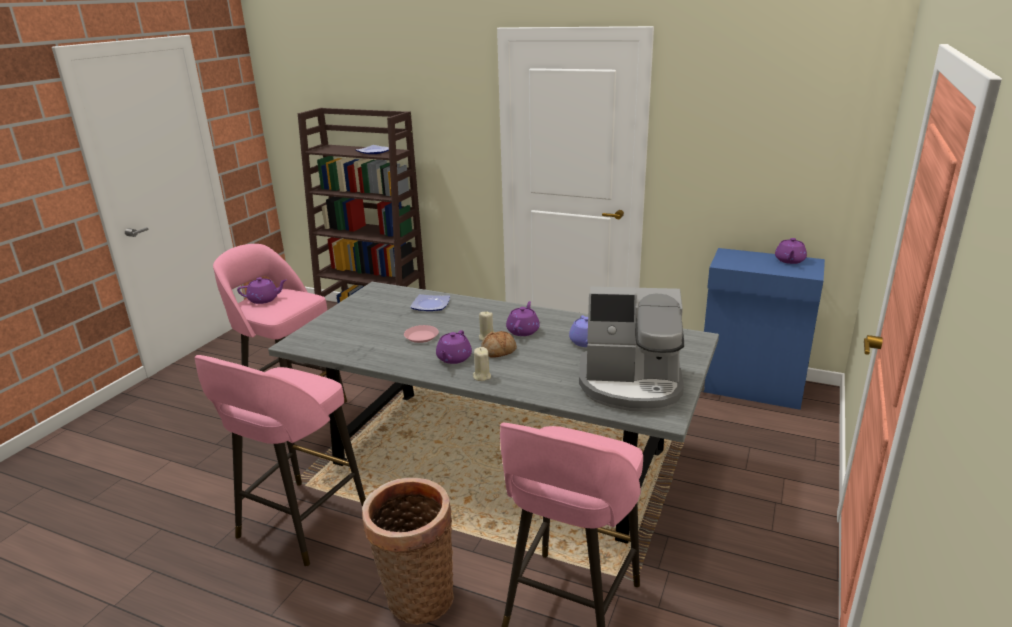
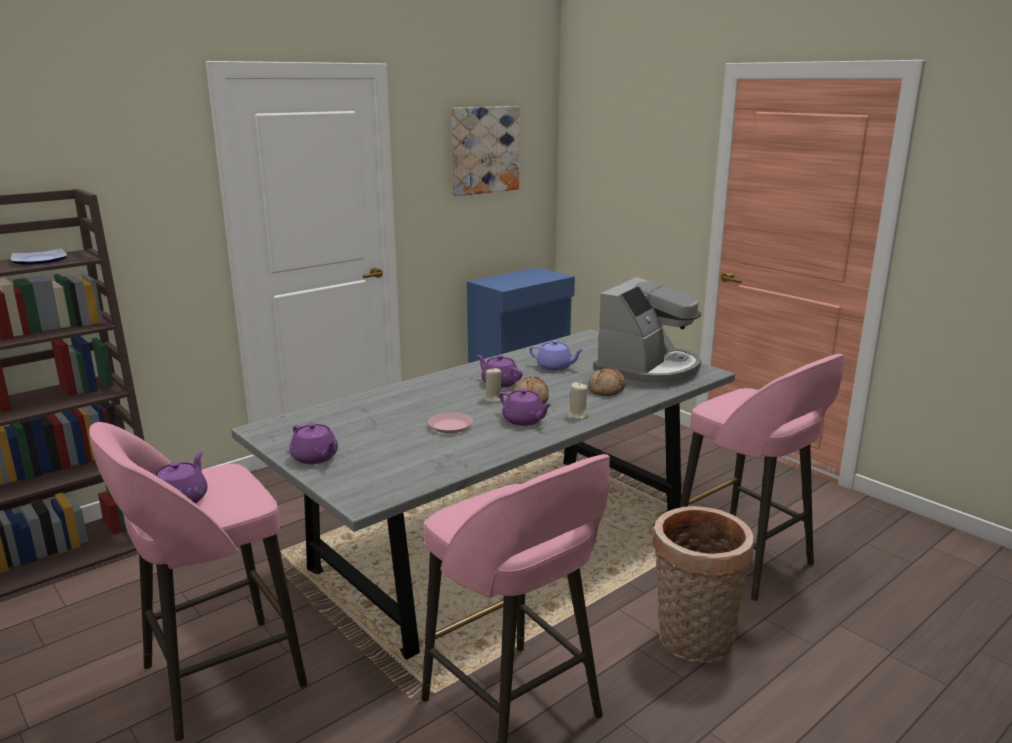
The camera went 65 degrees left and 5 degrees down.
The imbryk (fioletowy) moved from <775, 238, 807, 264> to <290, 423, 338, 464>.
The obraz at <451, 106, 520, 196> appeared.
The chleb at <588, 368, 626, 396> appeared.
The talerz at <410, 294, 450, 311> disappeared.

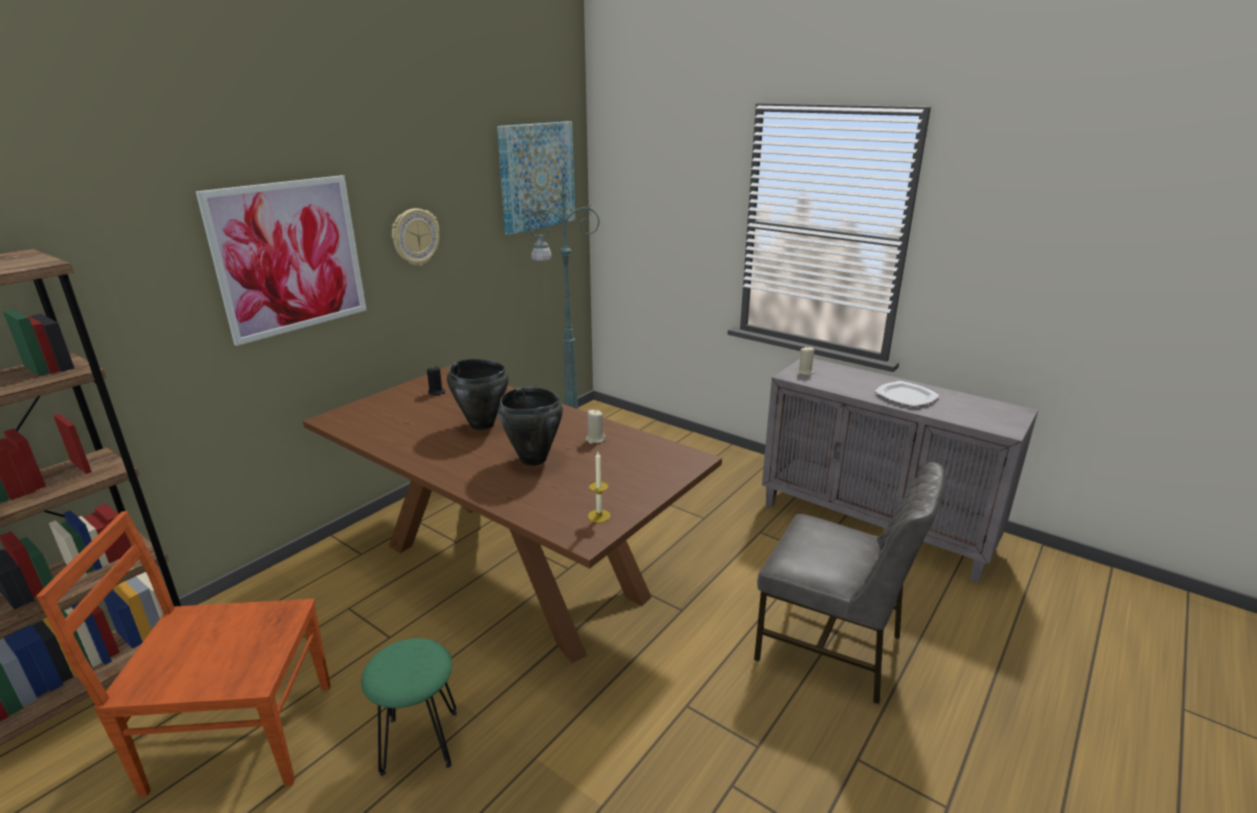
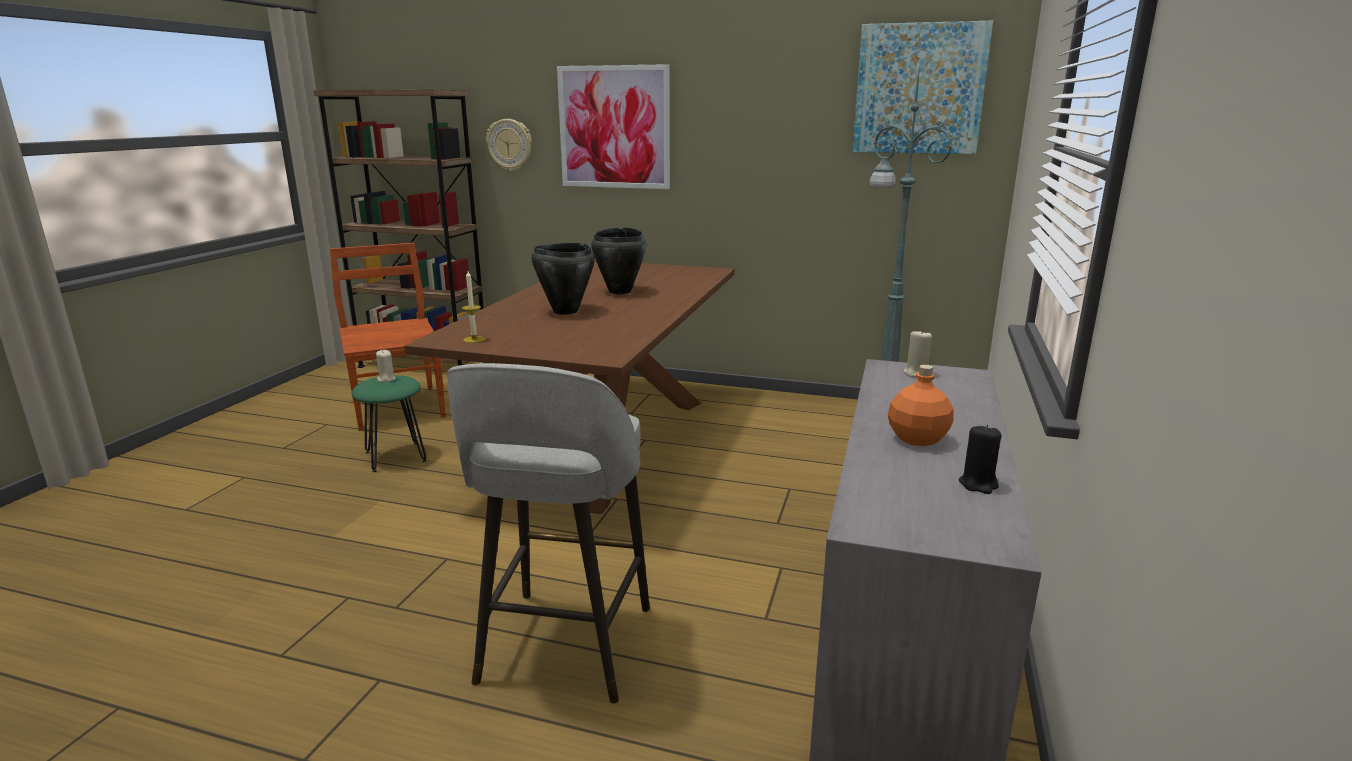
The camera went 70 degrees right and 5 degrees down.
The świeca (beżowy) moved from <585, 410, 606, 444> to <376, 350, 396, 382>.
The krzesło (szary) at <754, 462, 946, 704> was replaced by the stołek (szary) at <447, 363, 650, 704>.
The zegar ścienny moved from <392, 208, 439, 266> to <486, 119, 532, 171>.
The talerz at <875, 381, 939, 406> was replaced by the butelka (pomarańczowy) at <888, 365, 954, 446>.
The świeca (czarny) moved from <427, 366, 445, 396> to <959, 424, 1002, 494>.

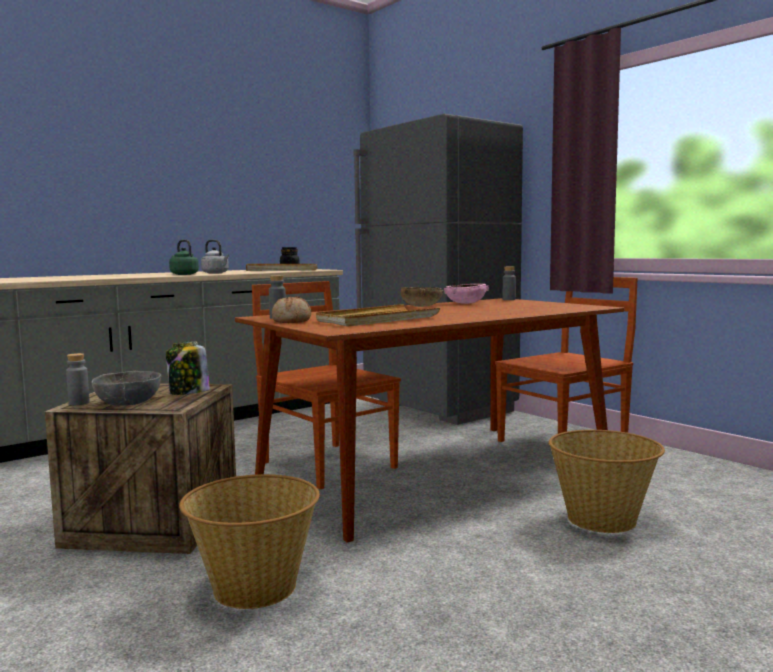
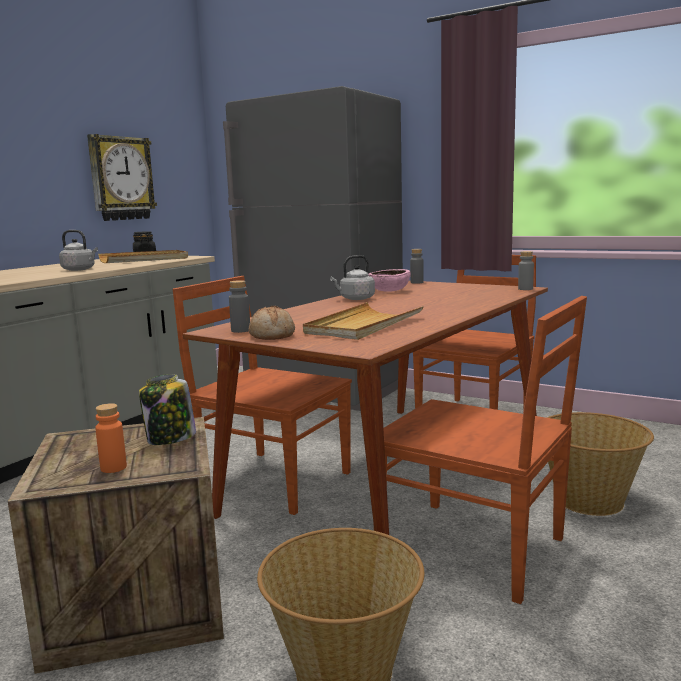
The camera went 20 degrees left and 5 degrees up.
The zegar ścienny at <87, 134, 157, 221> appeared.
The miska (szary) at <92, 371, 161, 406> was replaced by the butelka (pomarańczowy) at <95, 403, 127, 473>.
The miska (brązowy) at <401, 287, 444, 307> was replaced by the czajnik (szary) at <330, 255, 375, 300>.
The krzesło (brązowy) at <383, 296, 587, 604> appeared.
The butelka (szary) moved from <66, 353, 89, 405> to <518, 251, 534, 290>.
The czajnik (zielony) at <169, 240, 199, 275> disappeared.

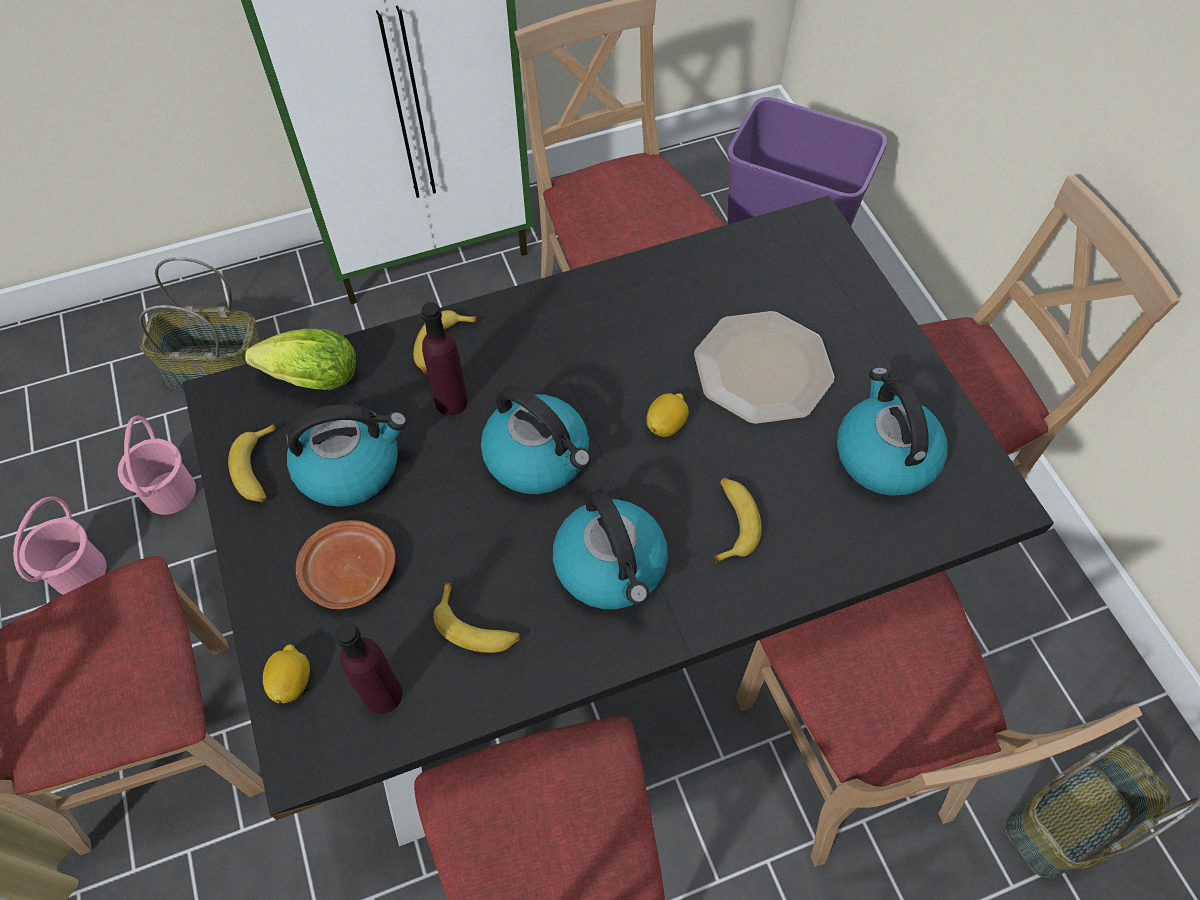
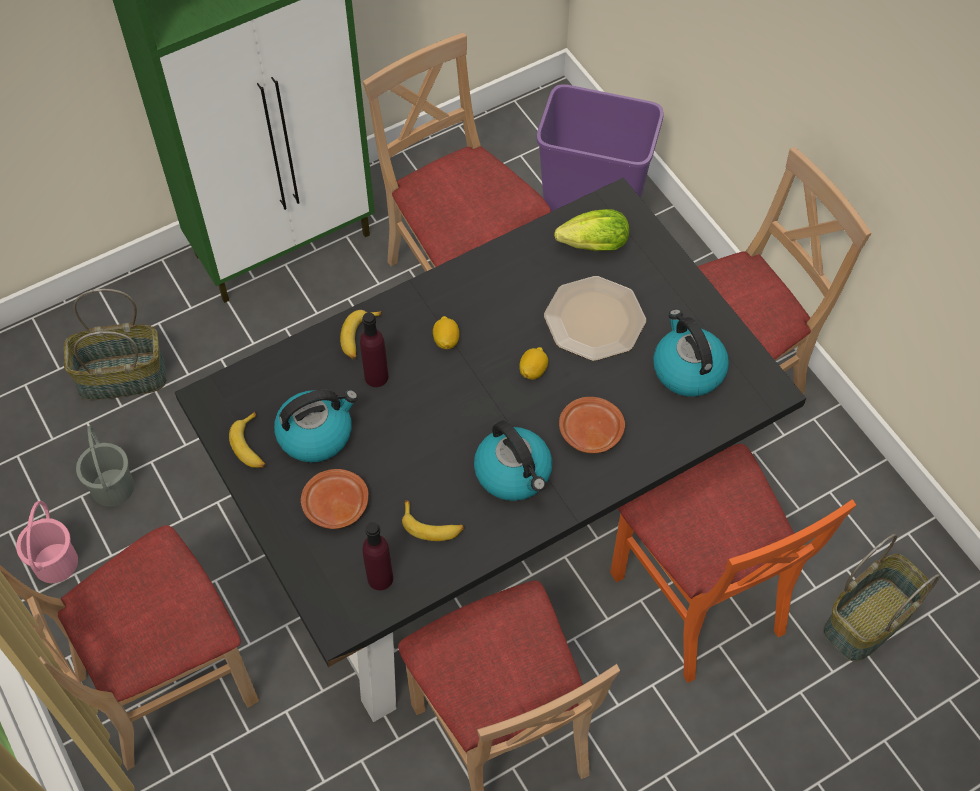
The camera went 10 degrees left and 0 degrees up.
The wiadro (różowy) at <118, 415, 196, 515> became the wiadro (szary) at <76, 426, 134, 507>.
The cytryna moved from <263, 644, 310, 703> to <433, 316, 459, 349>.
The sałata moved from <245, 329, 356, 390> to <554, 209, 629, 251>.
The banan at <715, 478, 762, 564> was replaced by the talerz (brązowy) at <559, 397, 625, 453>.
The krzesło (beżowy) at <736, 571, 1143, 867> became the krzesło (pomarańczowy) at <610, 444, 856, 683>.
The czajnik at <481, 385, 591, 494> disappeared.

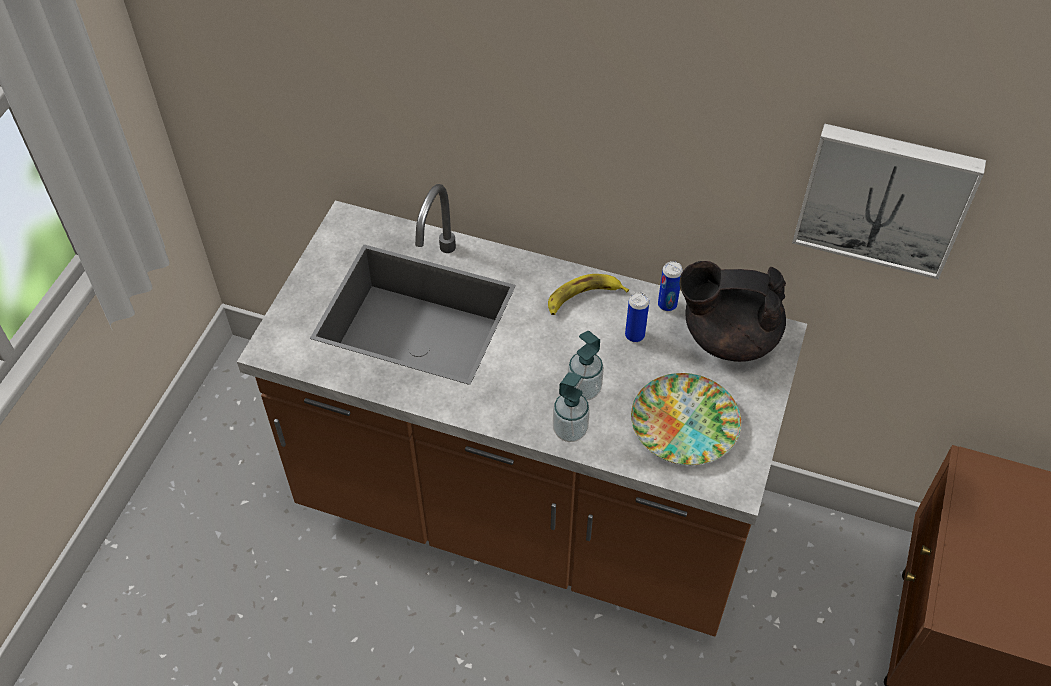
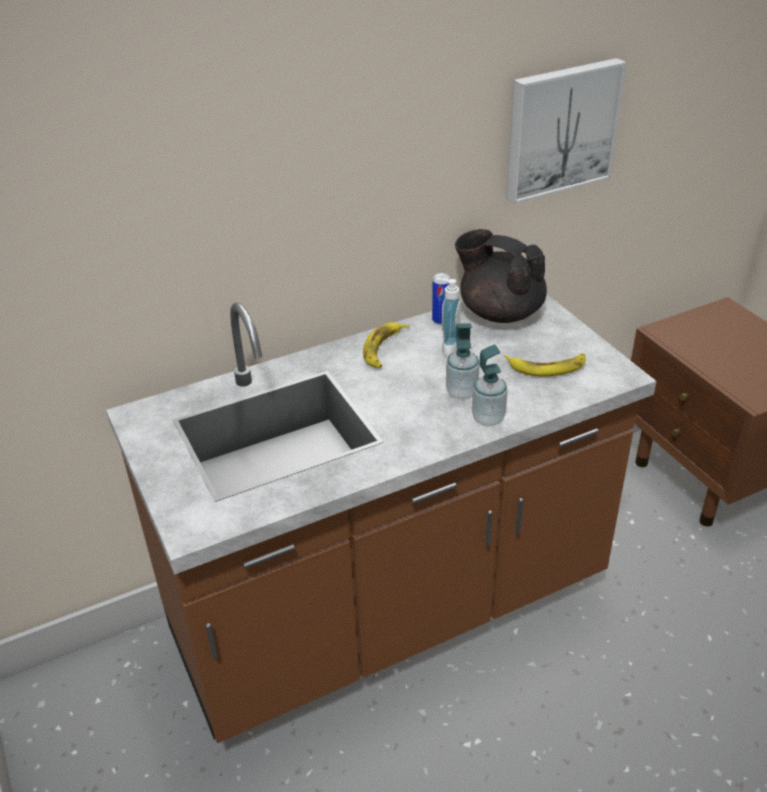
The camera went 45 degrees left and 15 degrees down.
The puszka at <625, 292, 649, 342> was replaced by the dozownik mydła at <436, 279, 461, 356>.
The imbryk (czarny) at <679, 261, 786, 362> turned 75 degrees clockwise.
The talerz at <631, 373, 741, 465> was replaced by the banan at <504, 353, 586, 376>.

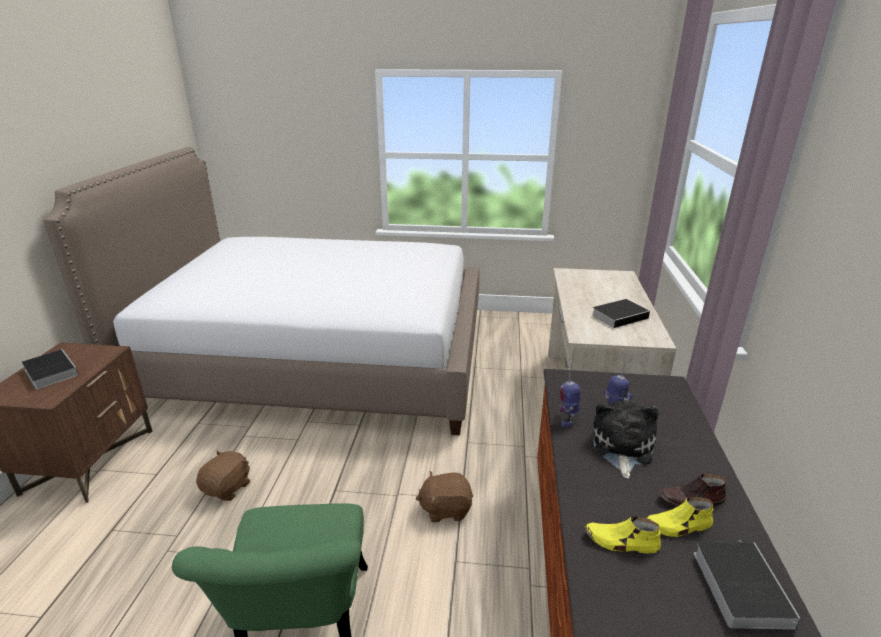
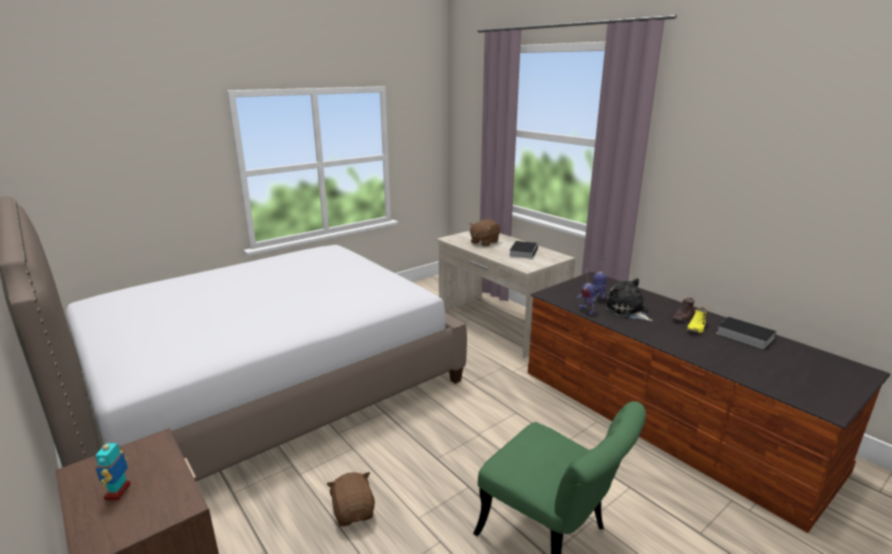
The camera went 45 degrees left and 5 degrees down.
The książka at <21, 349, 79, 389> was replaced by the robot zabawkowy at <95, 439, 131, 500>.
The pluszak (brązowy) moved from <415, 471, 473, 522> to <469, 219, 500, 246>.
The but (żółty) at <585, 516, 661, 554> disappeared.

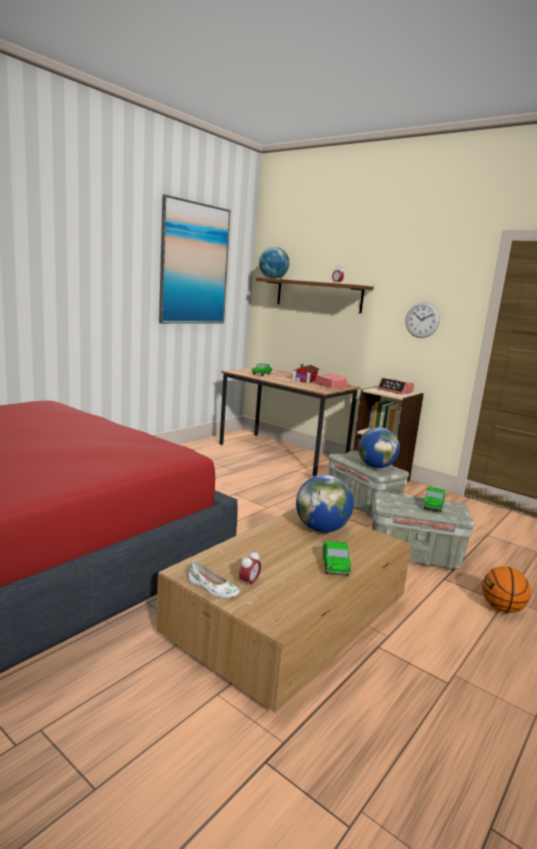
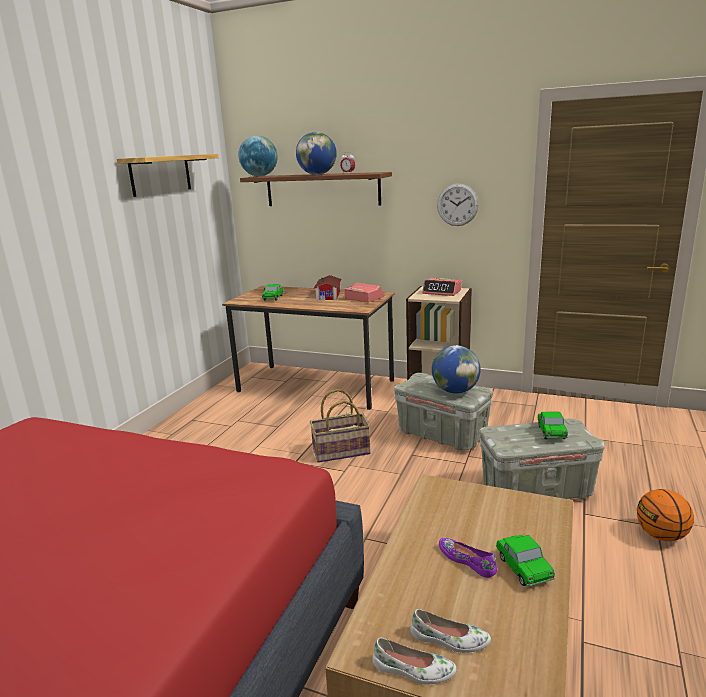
The camera went 15 degrees left and 5 degrees up.
The obraz at <159, 194, 231, 324> was replaced by the półka at <117, 154, 219, 197>.
The globus moved from <296, 475, 354, 533> to <296, 132, 337, 175>.
The koszyk at <310, 389, 370, 463> appeared.
The budzik at <239, 550, 261, 588> was replaced by the but (biały) at <410, 609, 491, 653>.
The but (fioletowy) at <439, 538, 497, 578> appeared.

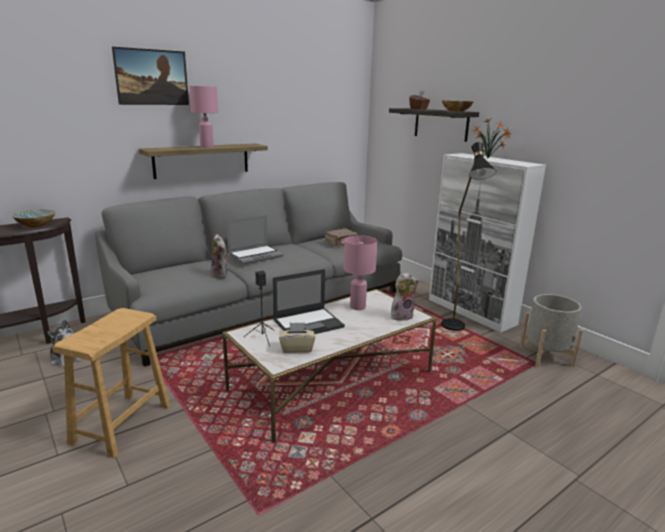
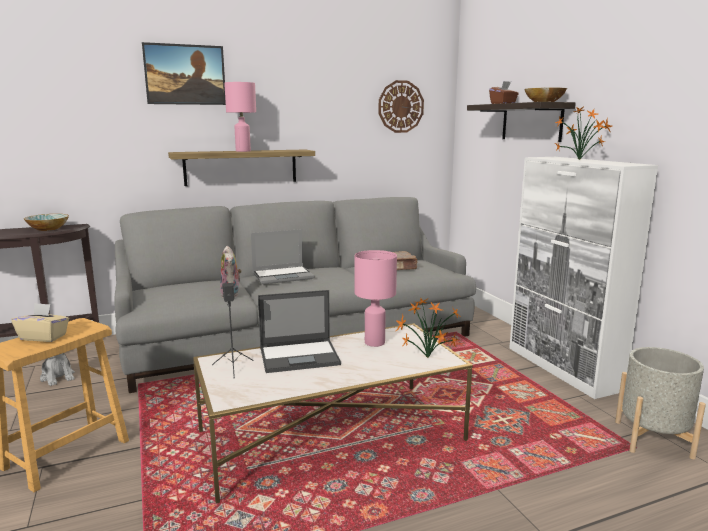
The camera went 15 degrees right and 5 degrees down.
The pudełko chusteczek (beżowy) moved from <279, 322, 315, 353> to <11, 303, 69, 342>.
The zegar ścienny at <379, 80, 424, 133> appeared.
The pluszak at <391, 272, 419, 321> was replaced by the roślina doniczkowa at <396, 297, 462, 358>.
The lampa stojąca (czarny) at <441, 142, 496, 331> disappeared.

